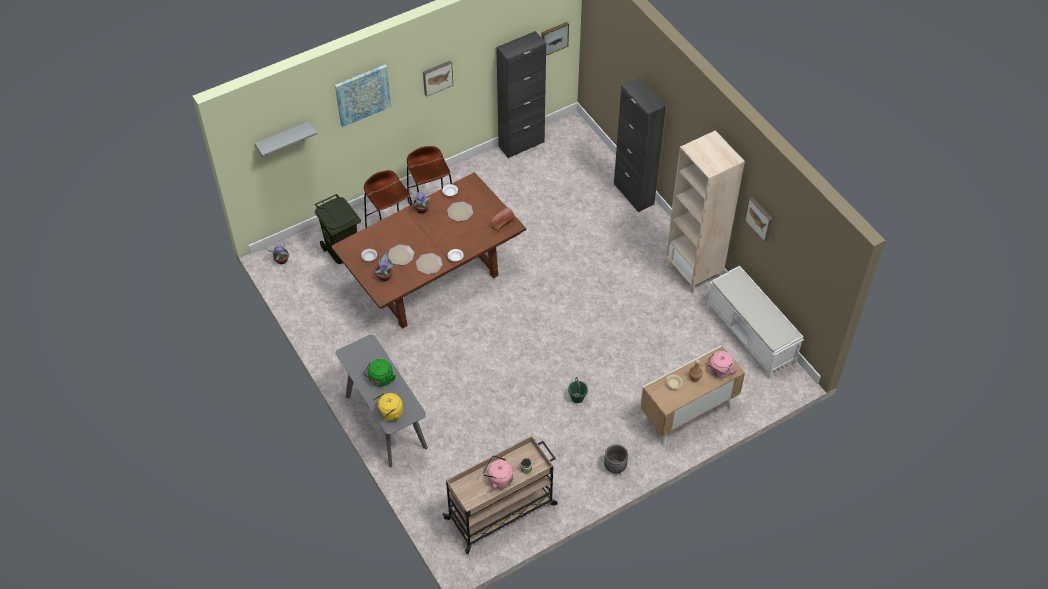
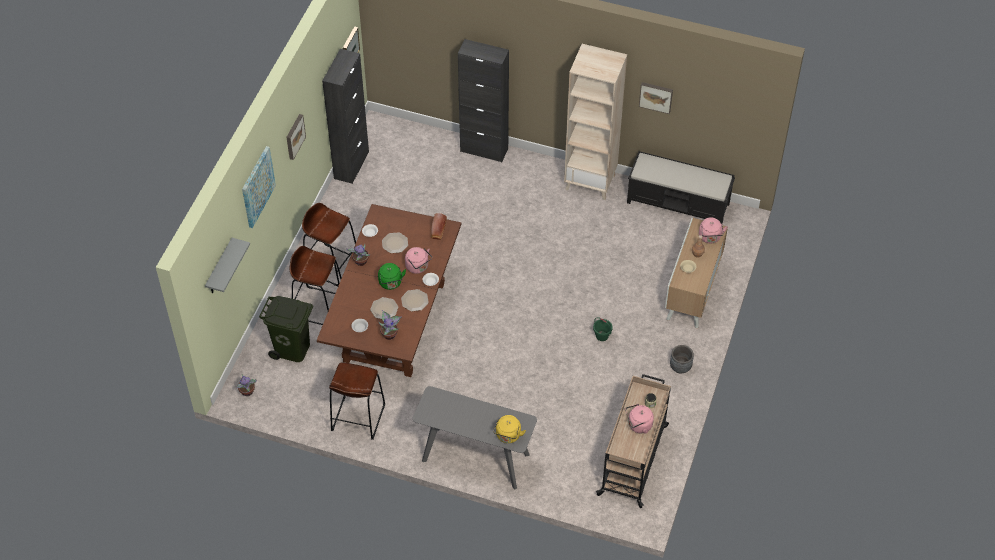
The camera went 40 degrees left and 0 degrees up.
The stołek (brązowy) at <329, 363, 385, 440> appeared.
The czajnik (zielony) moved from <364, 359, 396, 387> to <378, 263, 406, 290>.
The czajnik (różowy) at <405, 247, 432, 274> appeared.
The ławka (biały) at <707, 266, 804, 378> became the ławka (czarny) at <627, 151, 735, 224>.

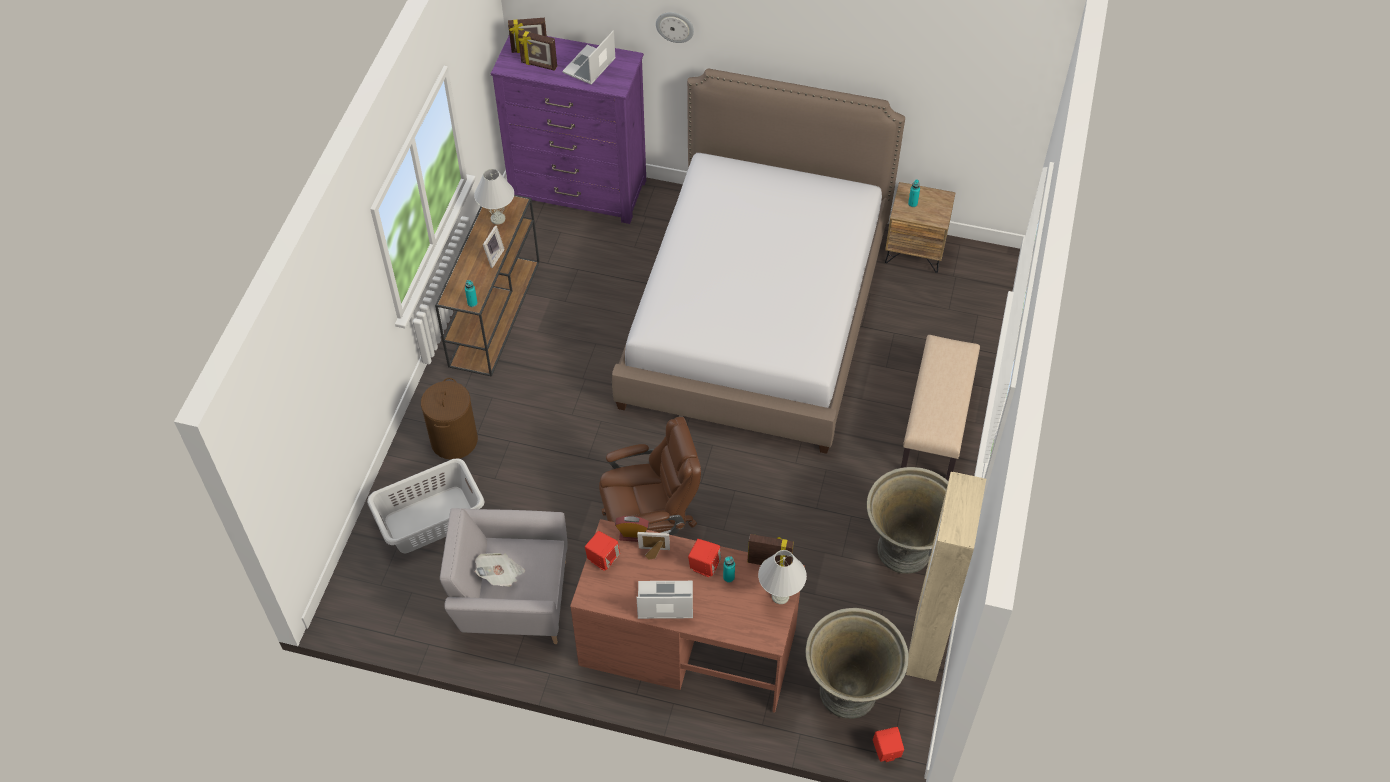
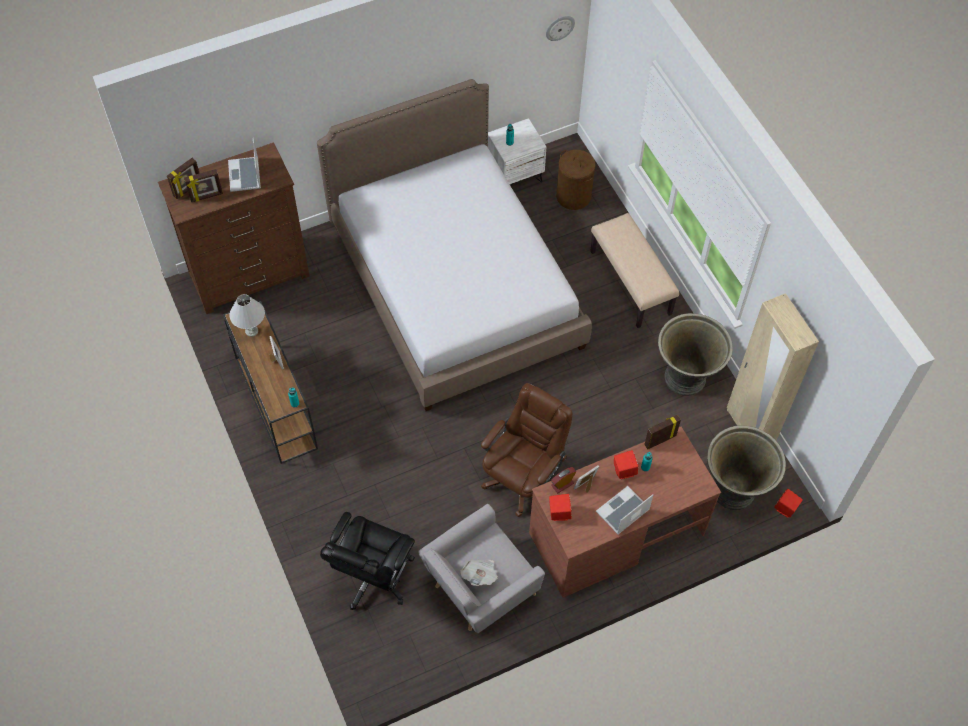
The camera went 40 degrees left and 5 degrees up.
The komoda (fioletowy) at <491, 35, 646, 224> became the komoda (brązowy) at <158, 142, 310, 314>.
The kosz na pranie (szary) at <367, 459, 485, 553> was replaced by the krzesło biurowe (czarny) at <320, 512, 415, 610>.
The szafka nocna (brązowy) at <885, 182, 956, 273> became the szafka nocna (biały) at <488, 118, 546, 186>.
The zegar ścienny moved from <656, 12, 694, 43> to <546, 16, 575, 41>.
The kosz na pranie (brązowy) moved from <421, 378, 478, 460> to <556, 150, 595, 210>.
The lampa stołowa (biały) at <758, 550, 807, 604> disappeared.

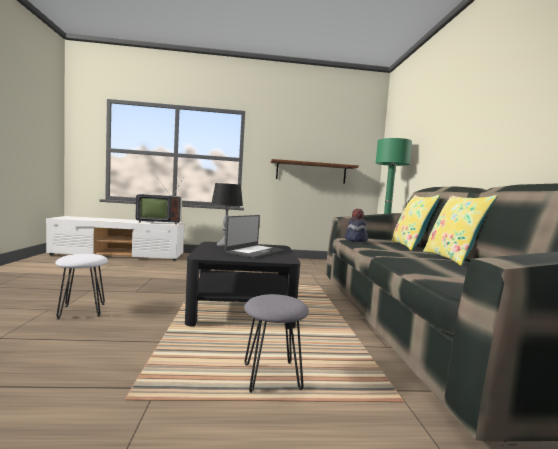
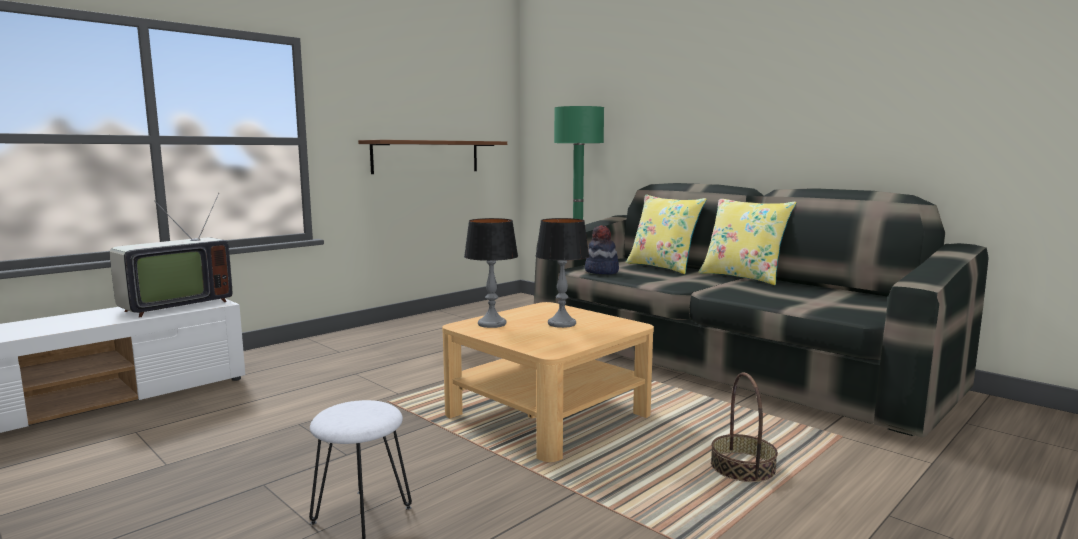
The camera went 40 degrees left and 5 degrees up.
The ława (czarny) at <185, 242, 300, 329> became the ława (beżowy) at <442, 302, 654, 462>.
The laptop at <225, 215, 284, 258> was replaced by the lampa stołowa at <535, 218, 589, 328>.
The stołek (szary) at <244, 294, 309, 393> was replaced by the koszyk at <711, 372, 778, 482>.

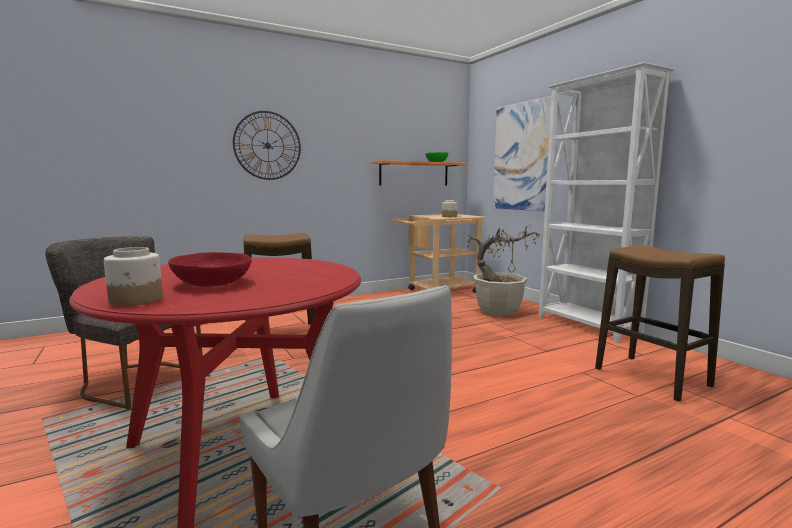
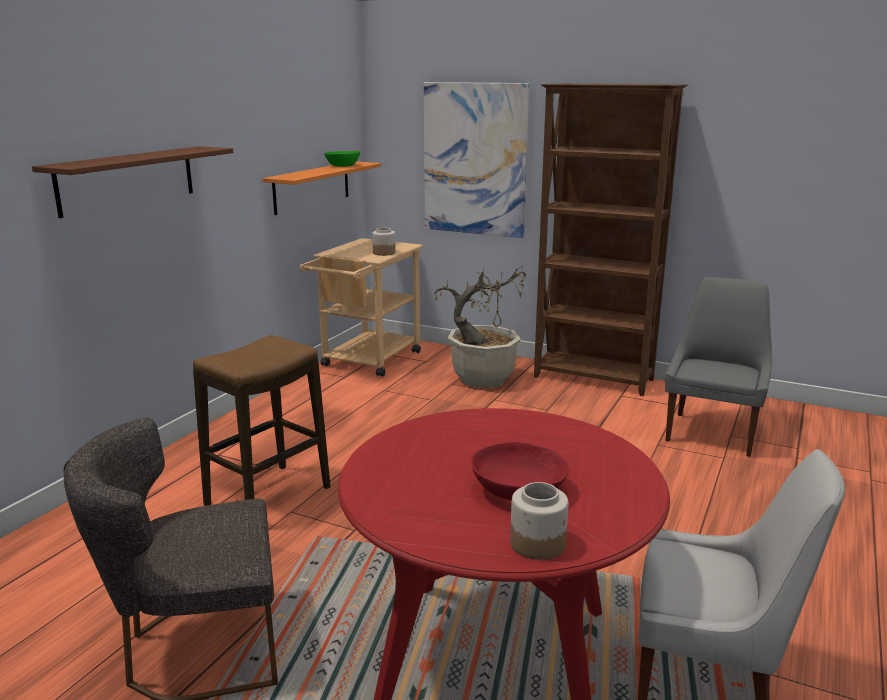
The camera went 35 degrees left and 10 degrees up.
The zegar ścienny at <233, 111, 301, 180> was replaced by the półka (brązowy) at <32, 146, 233, 218>.
The regał (biały) at <539, 62, 674, 343> became the regał (brązowy) at <534, 83, 688, 396>.
The stołek at <595, 246, 725, 402> was replaced by the krzesło (szary) at <665, 277, 772, 457>.

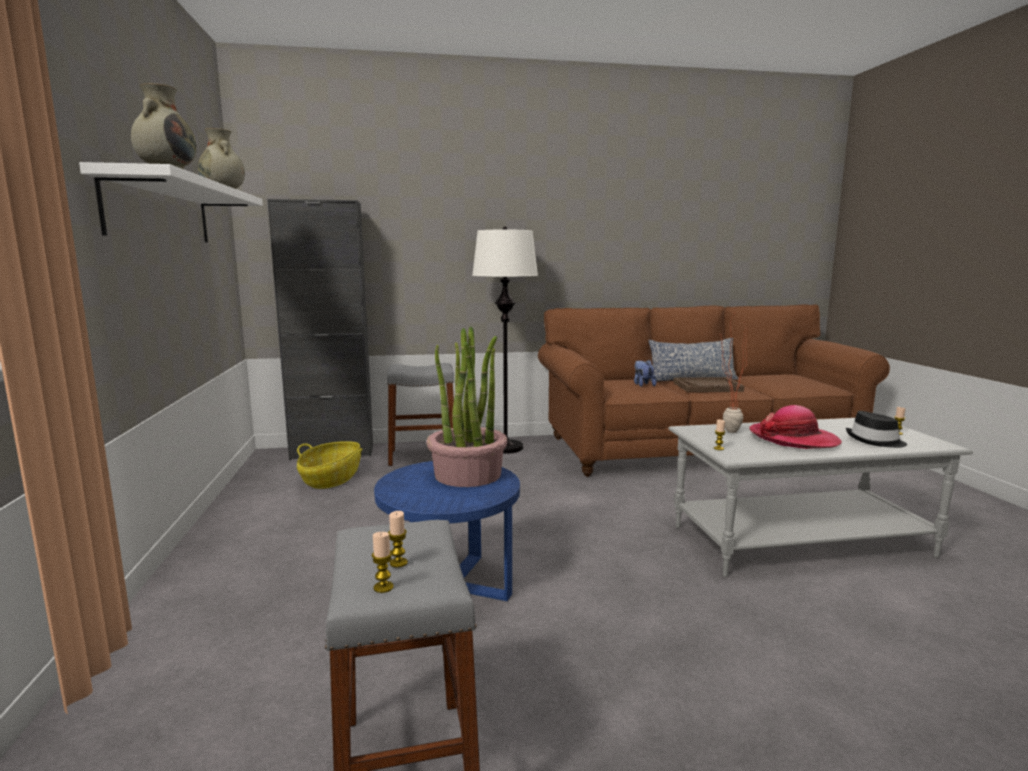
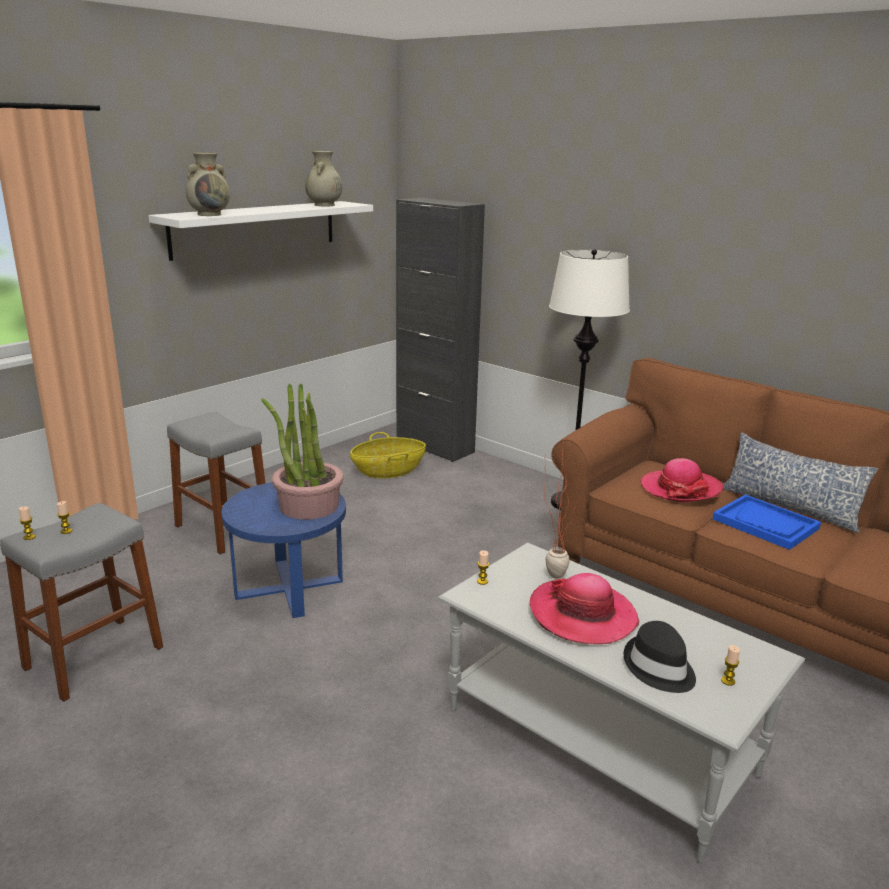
The camera went 50 degrees right and 10 degrees up.
The stołek (szary) moved from <387, 363, 454, 466> to <167, 412, 265, 554>.
The pluszak at <634, 360, 656, 387> was replaced by the kapelusz at <640, 458, 723, 502>.
The taca (brązowy) at <673, 377, 744, 392> became the taca (niebieski) at <713, 495, 821, 550>.

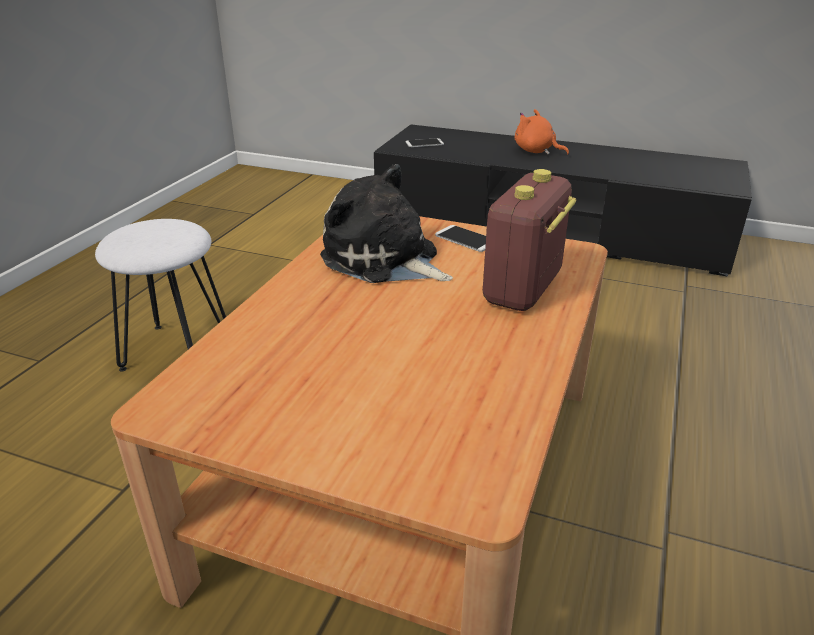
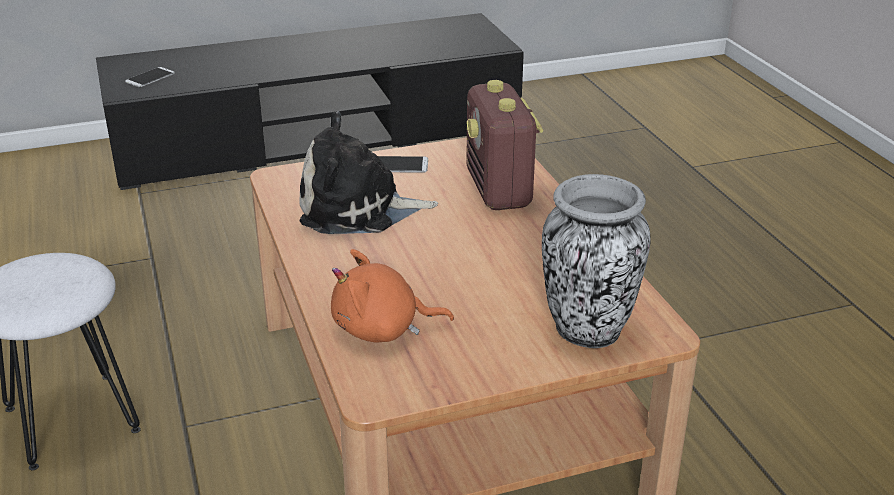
The camera went 40 degrees left and 0 degrees up.
The pluszak (pomarańczowy) moved from <515, 109, 569, 155> to <331, 249, 454, 343>.
The wazon at <542, 174, 651, 348> appeared.

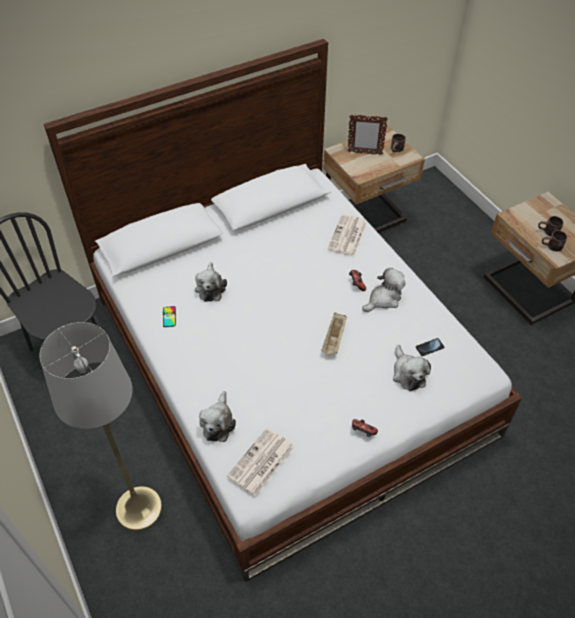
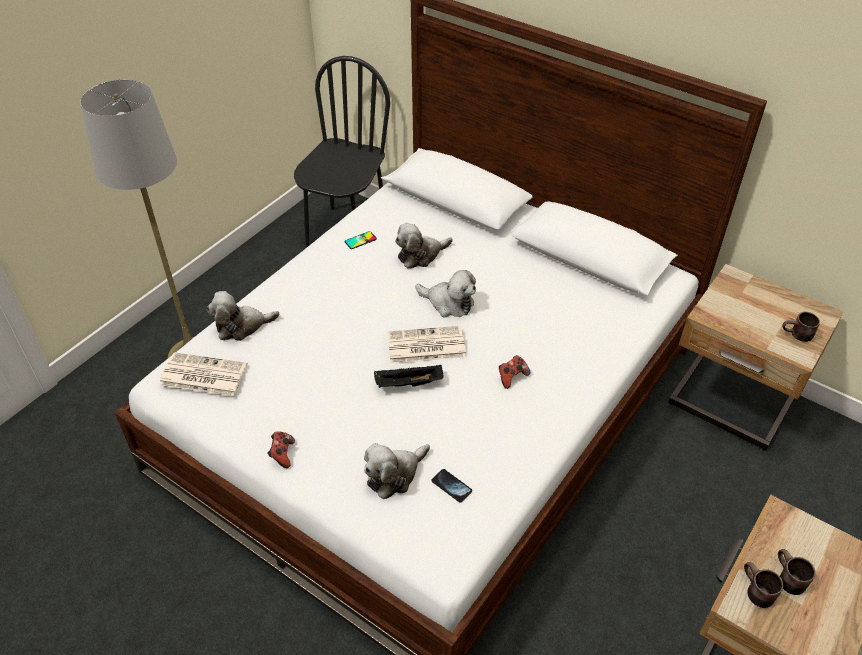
The camera went 65 degrees right and 5 degrees down.
The taca (beżowy) at <321, 313, 347, 354> became the taca (czarny) at <374, 364, 444, 388>.
The gazeta moved from <328, 214, 367, 256> to <387, 326, 466, 363>.
The pluszak moved from <362, 268, 406, 312> to <415, 270, 476, 317>.
The ramka na zdjęcie at <347, 114, 388, 155> disappeared.

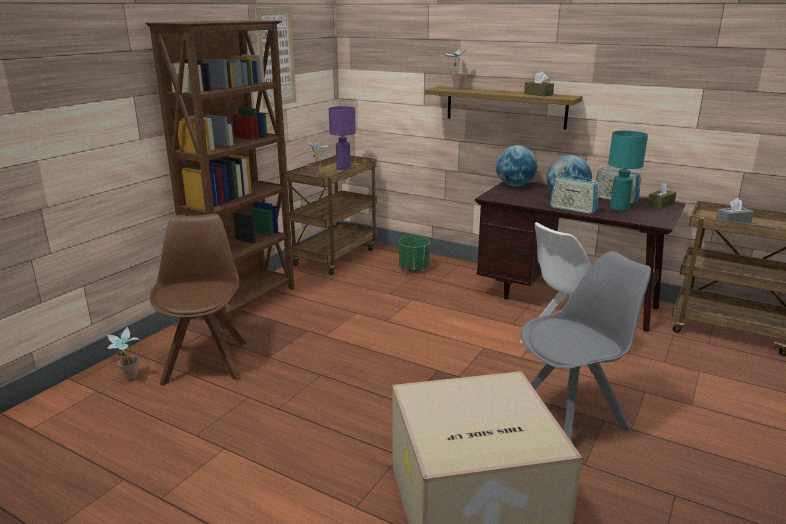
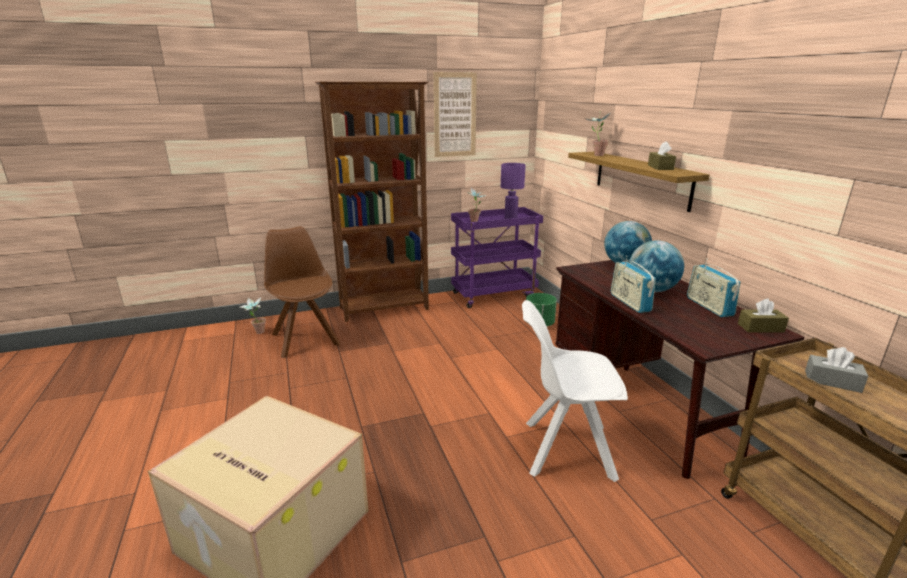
The camera went 40 degrees right and 0 degrees up.
The krzesło (brązowy) at <150, 213, 246, 386> turned 60 degrees counterclockwise.
The wózek (brązowy) at <287, 155, 377, 275> became the wózek (fioletowy) at <451, 207, 543, 308>.
The krzesło (szary) at <521, 251, 651, 441> disappeared.
The lampa stołowa (turkusowy) at <608, 131, 648, 211> disappeared.

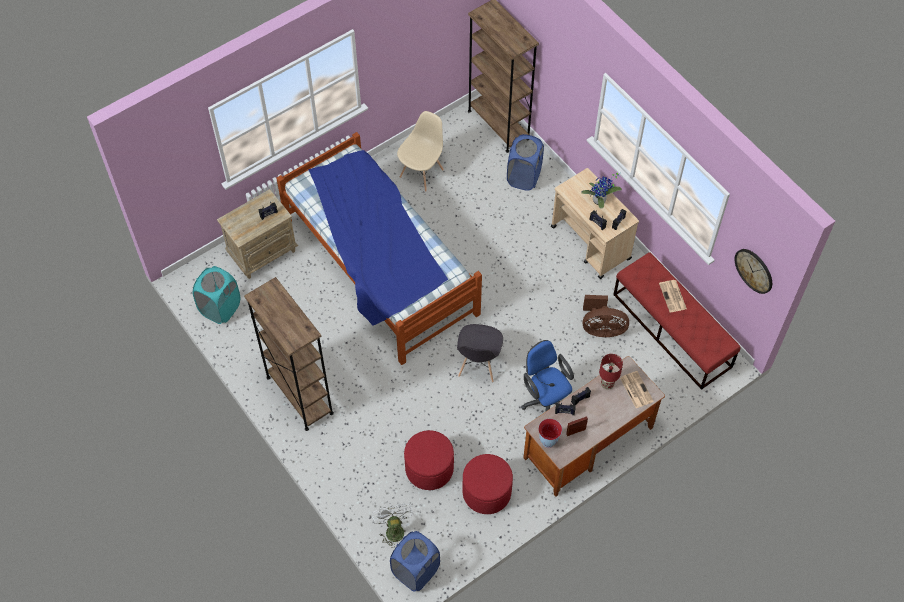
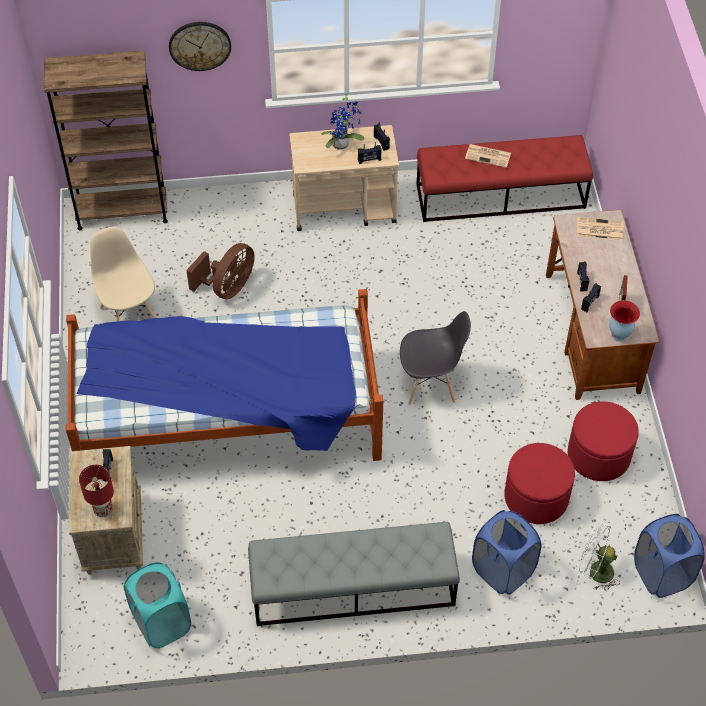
The camera went 60 degrees left and 5 degrees down.
The lampa stołowa (czerwony) moved from <599, 354, 623, 390> to <79, 465, 114, 517>.
The zegar ścienny moved from <735, 249, 772, 294> to <169, 22, 231, 71>.
The wentylator (brązowy) moved from <583, 295, 629, 337> to <186, 243, 255, 299>.
The regał (brązowy) at <244, 277, 334, 431> was replaced by the ławka (szary) at <248, 522, 460, 626>.
The krzesło (szary) at <457, 324, 503, 382> turned 45 degrees counterclockwise.
The kosz na pranie (niebieski) moved from <507, 134, 544, 191> to <472, 510, 541, 595>.
The krzesło biurowe (niebieski) at <521, 340, 574, 412> disappeared.

